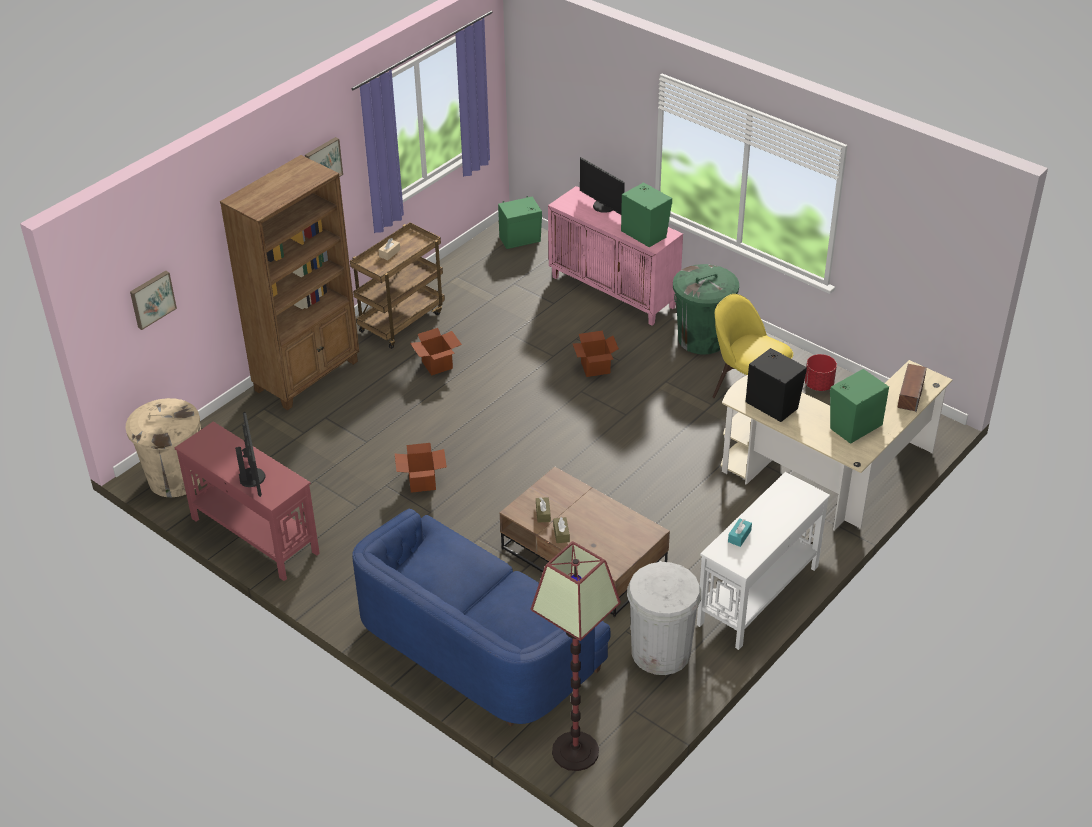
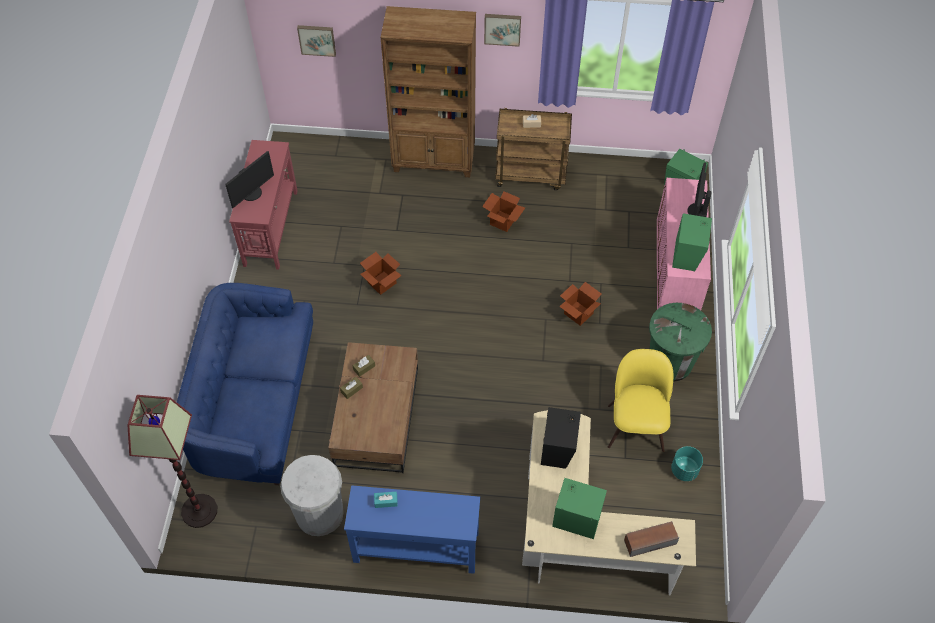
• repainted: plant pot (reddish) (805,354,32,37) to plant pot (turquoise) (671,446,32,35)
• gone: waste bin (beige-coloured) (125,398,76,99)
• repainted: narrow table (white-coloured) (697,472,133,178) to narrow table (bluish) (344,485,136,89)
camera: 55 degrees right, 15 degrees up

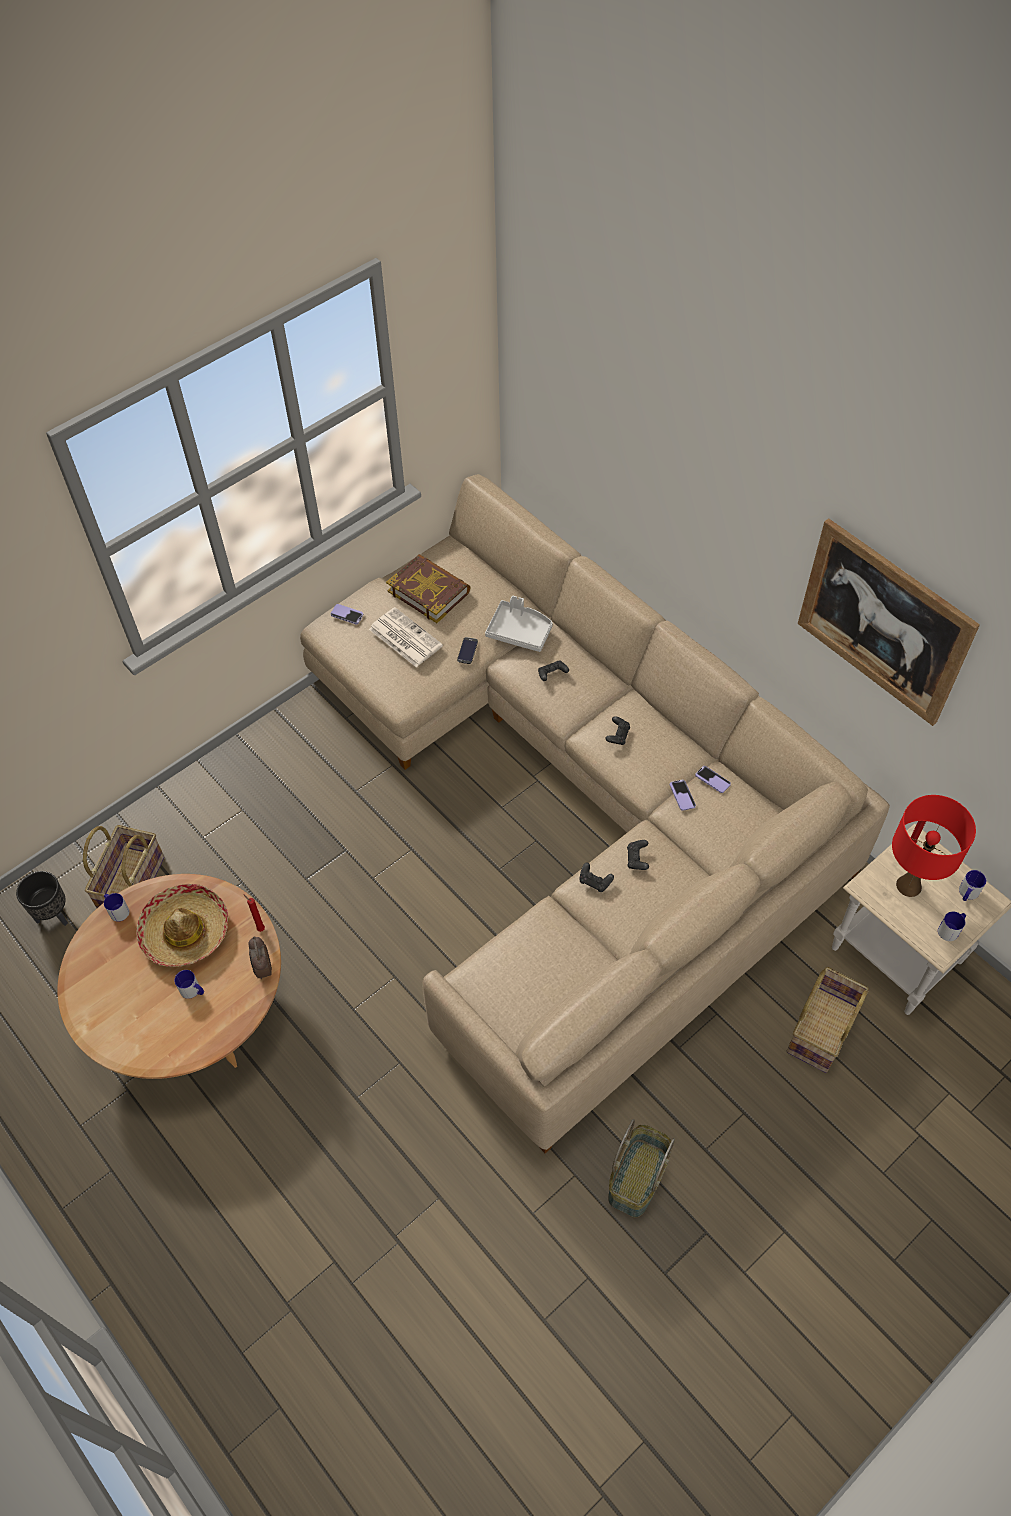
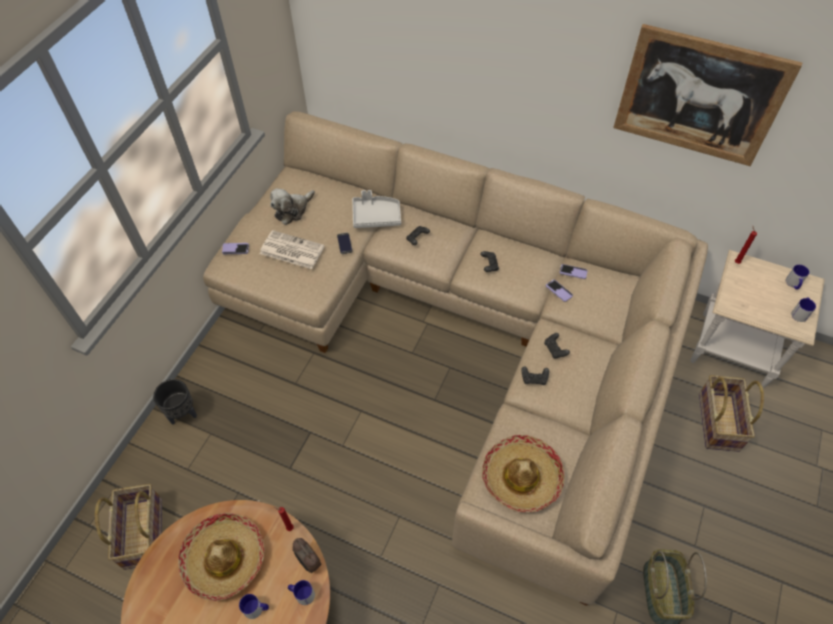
• swapped: book (386,554,85,69) to cuddly toy (270,188,45,37)
• gone: table lamp (reddish) (892,795,84,102)
• shifted: plant pot (black-coloured) (16,871,52,55) to (153,379,44,46)
• shifted: coffee mug (104,893,25,29) to (288,580,27,25)
• new: hat (482,435,83,78)
camera: 25 degrees left, 0 degrees up

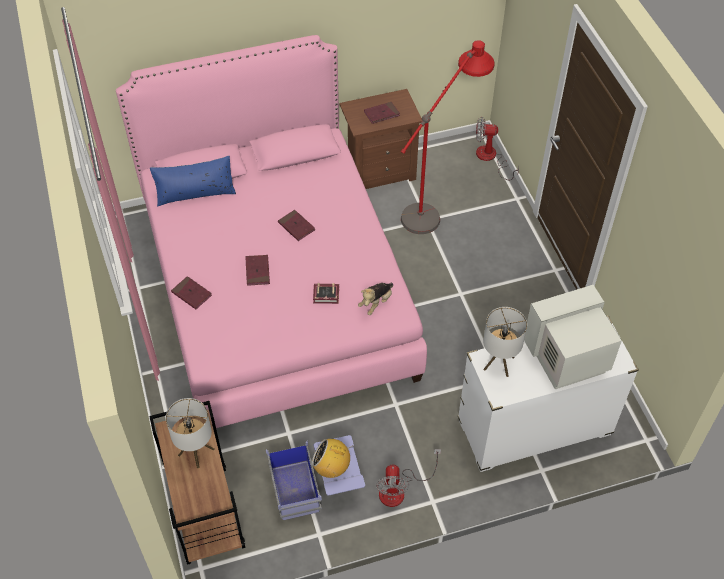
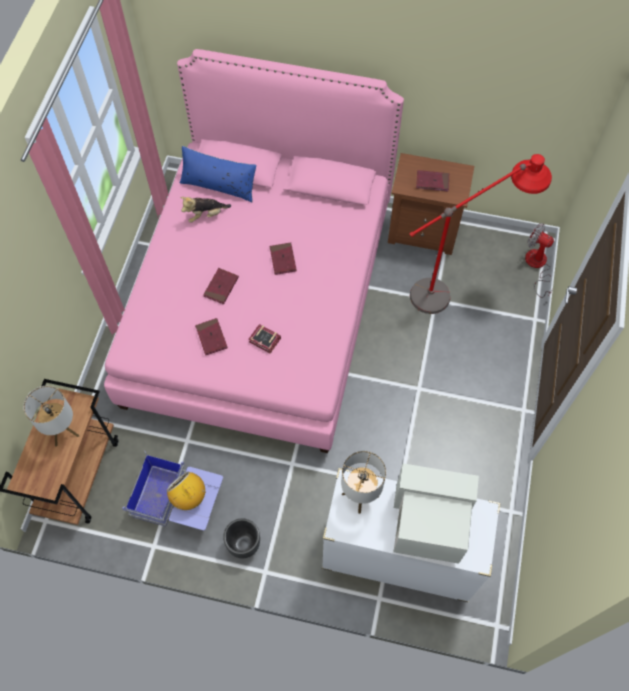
• shifted: book (reddish) (171,276,41,33) to (195,318,33,37)
• shifted: cuddly toy (358,283,35,32) to (181,197,50,26)
• swapped: cooling fan (376,449,65,58) to plant pot (black-coloured) (223,518,37,41)
camera: 30 degrees right, 10 degrees up

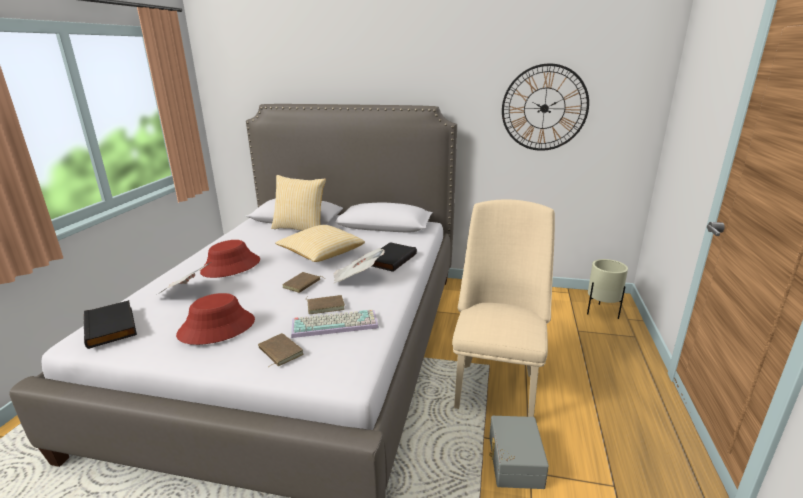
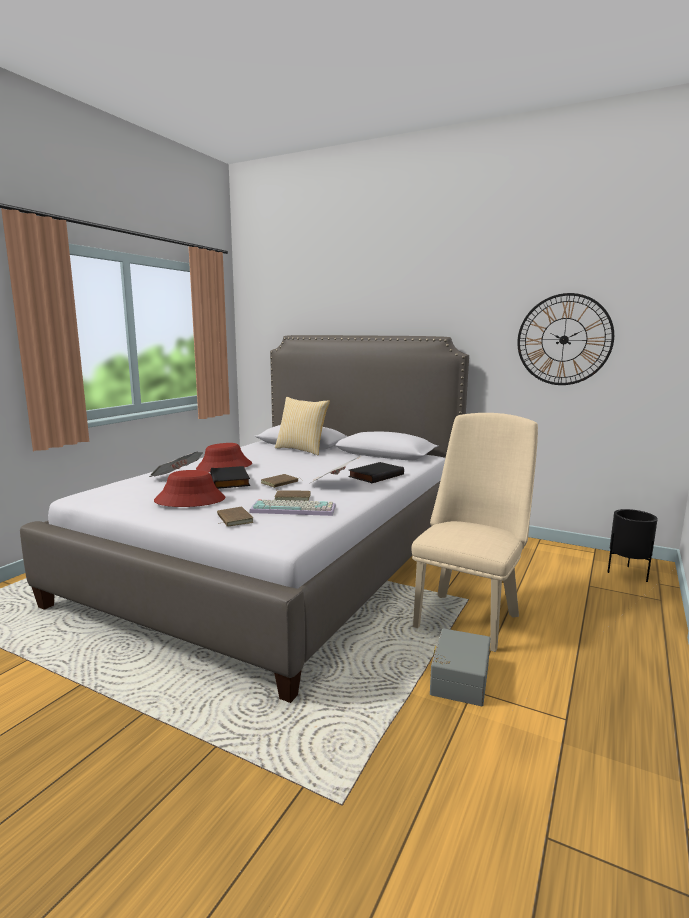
• gone: pillow (275,225,90,37)
• repainted: plant pot (beige-coloured) (587,259,41,60) to plant pot (black-coloured) (607,509,51,73)
• shifted: book (black-coloured) (84,300,53,49) to (210,466,40,23)
camera: 15 degrees right, 10 degrees down

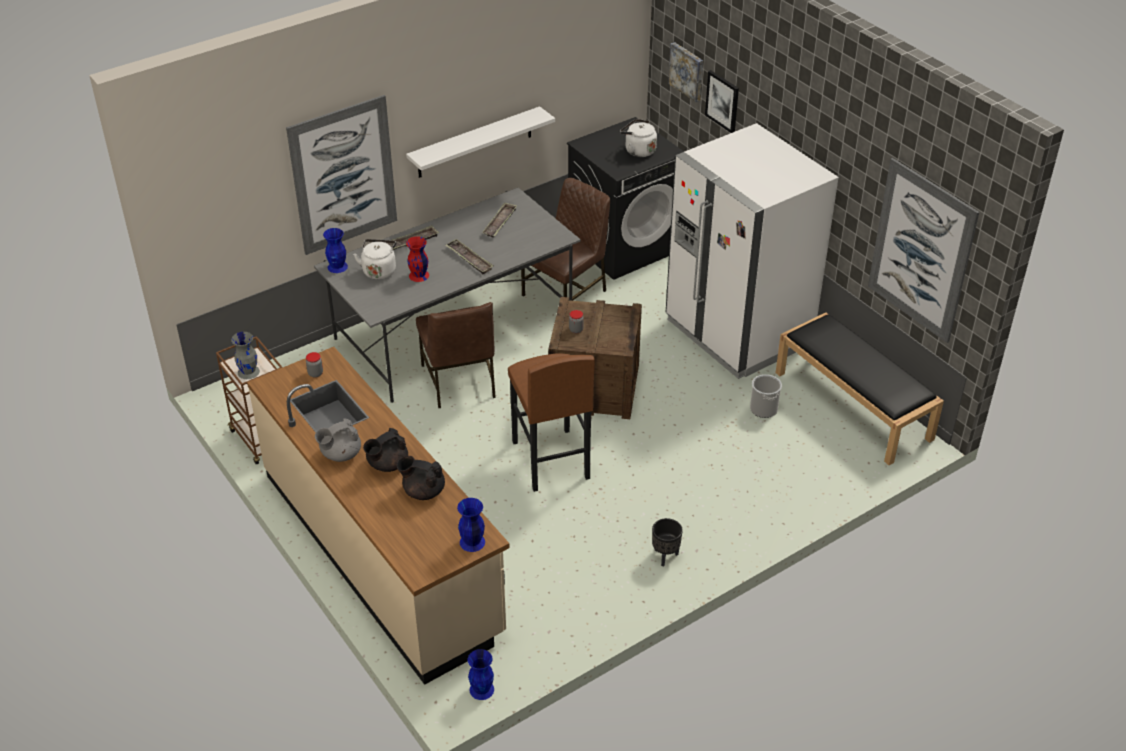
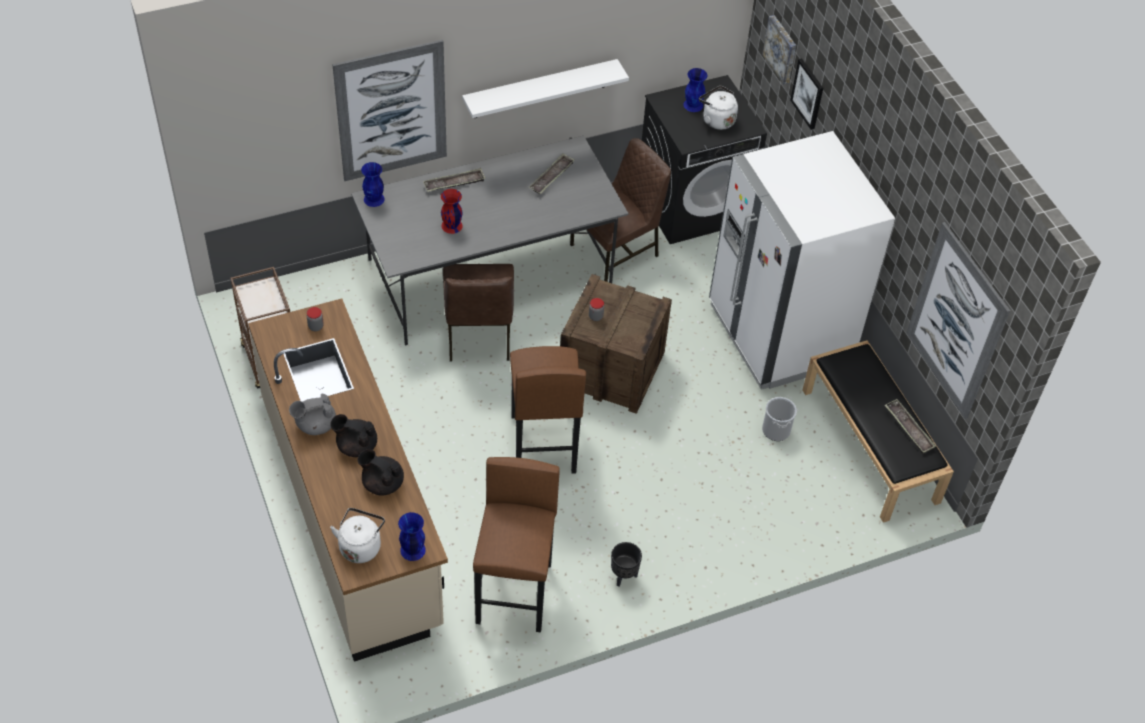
• shifted: water kettle (white-coloured) (354,239,42,41) to (330,508,55,55)
• shifted: serving tray (445,239,49,35) to (884,399,52,55)
• gone: flower vase (greyish) (231,332,29,47)
• rotated: tea pot (black-coloured) (363,428,45,44) = (330,414,47,43) 45 degrees clockwise
• shifted: flower vase (bluish) (468,649,26,51) to (683,68,25,44)
• new: sitting stool (brown-coloured) (473,457,87,175)
camera: 10 degrees right, 10 degrees up

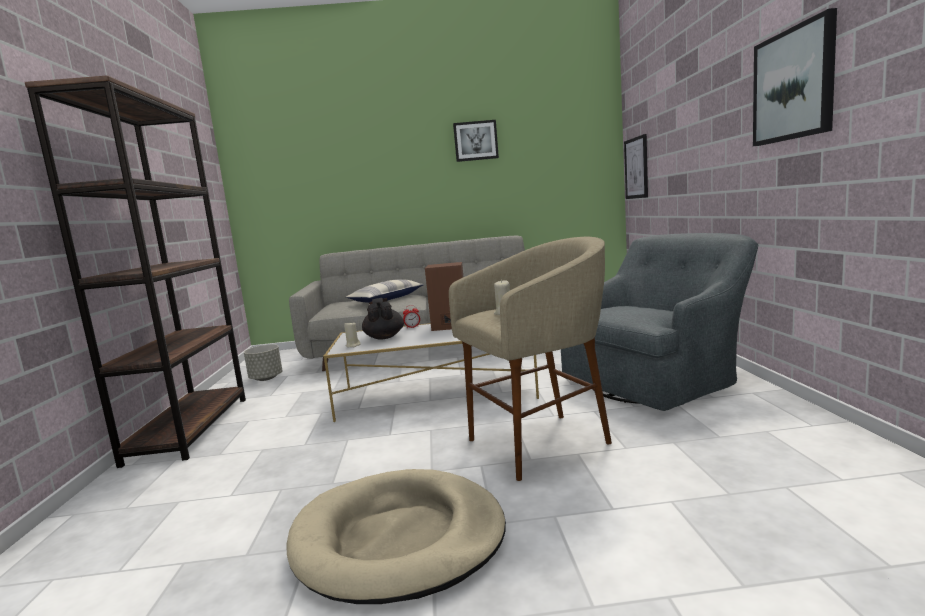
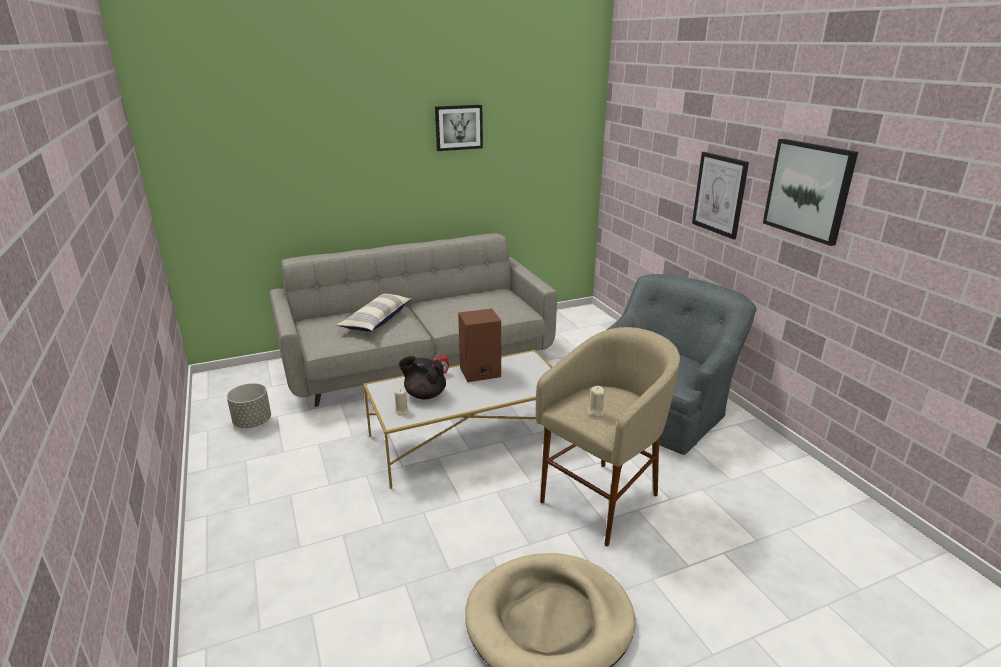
• gone: bookcase (brown-coloured) (25,75,221,393)
• shifted: wall picture (624,134,24,65) to (692,152,57,88)
• rotated: tea pot (black-coloured) (362,298,42,42) = (399,356,47,44) 45 degrees counterclockwise
camera: 20 degrees left, 15 degrees up

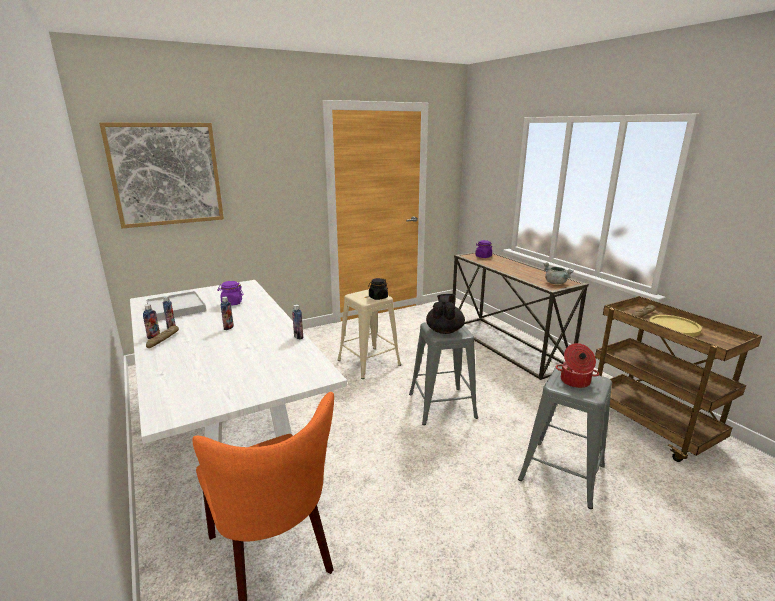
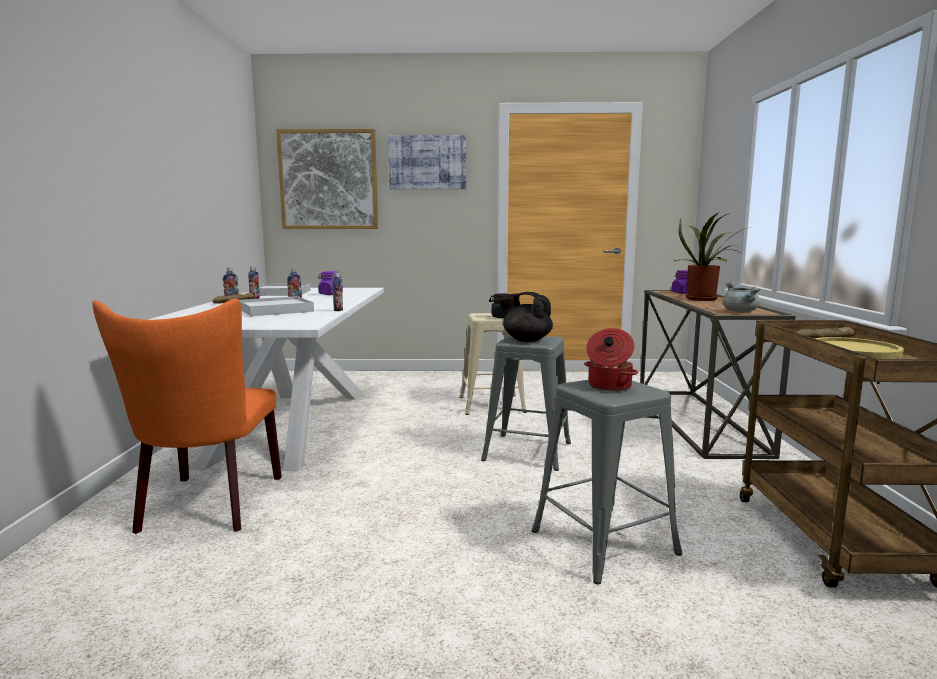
• rotated: tea pot (black-coloured) (426,294,39,40) = (499,292,54,50) 105 degrees counterclockwise
• new: wall picture (388,135,78,54)
• new: potted plant (674,212,78,89)
• new: serving tray (white-coloured) (239,296,75,20)
camera: 30 degrees right, 10 degrees down

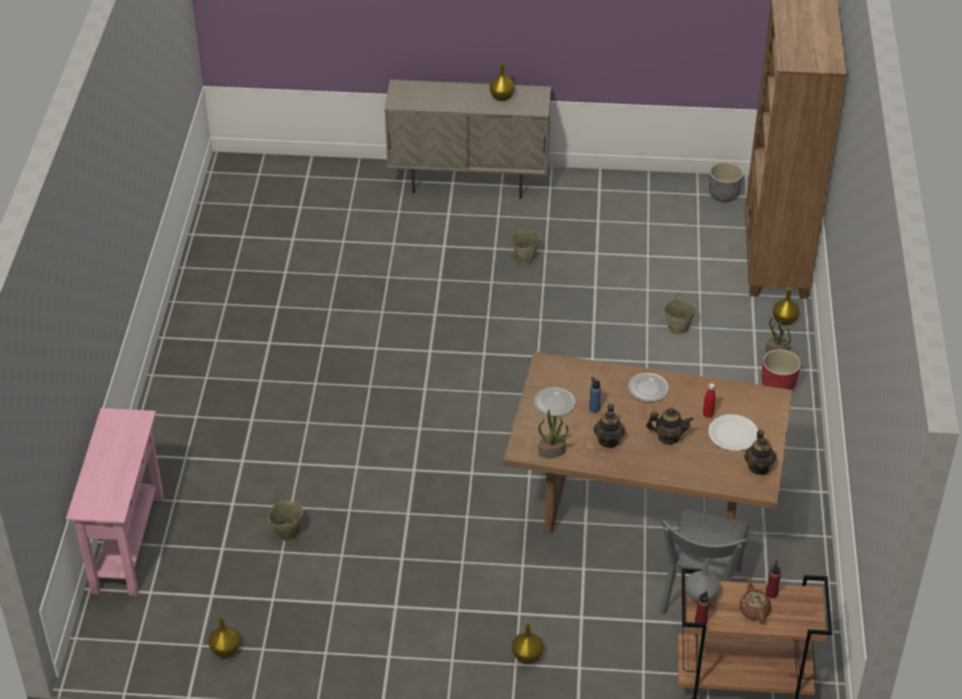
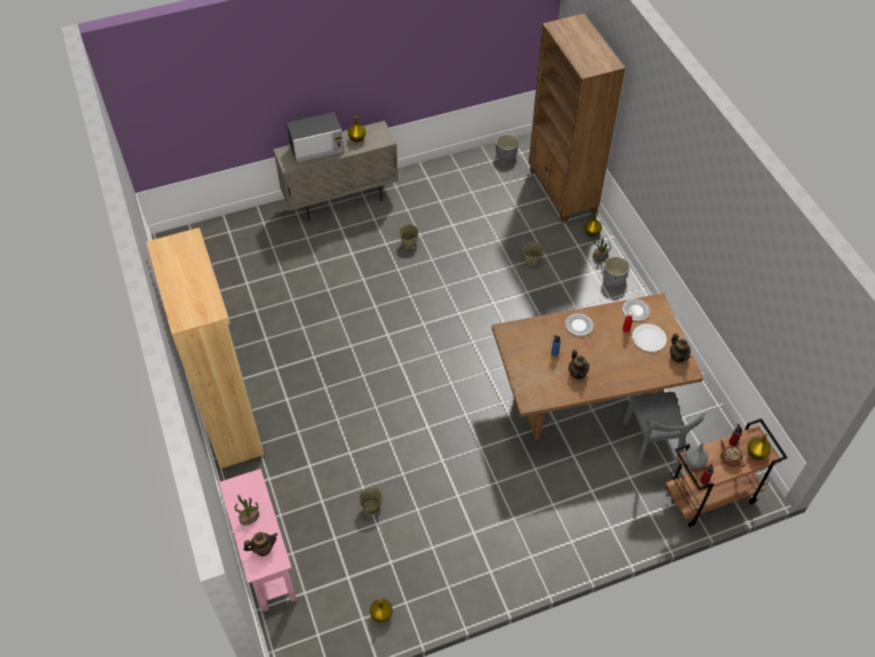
• repainted: plant pot (reddish) (762,349,39,41) to plant pot (greyish) (603,256,27,31)
• shifted: dinner plate (534,387,41,29) to (622,299,29,22)
• shifted: tea pot (646,408,48,36) to (243,532,35,24)
• shifted: potted plant (538,410,30,48) to (235,495,24,31)
• shifted: flower vase (yellow) (512,623,31,41) to (747,433,24,27)
• new: microwave (286,112,58,51)
• new: bookcase (brown-coloured) (146,228,118,241)
camera: 25 degrees left, 10 degrees up

